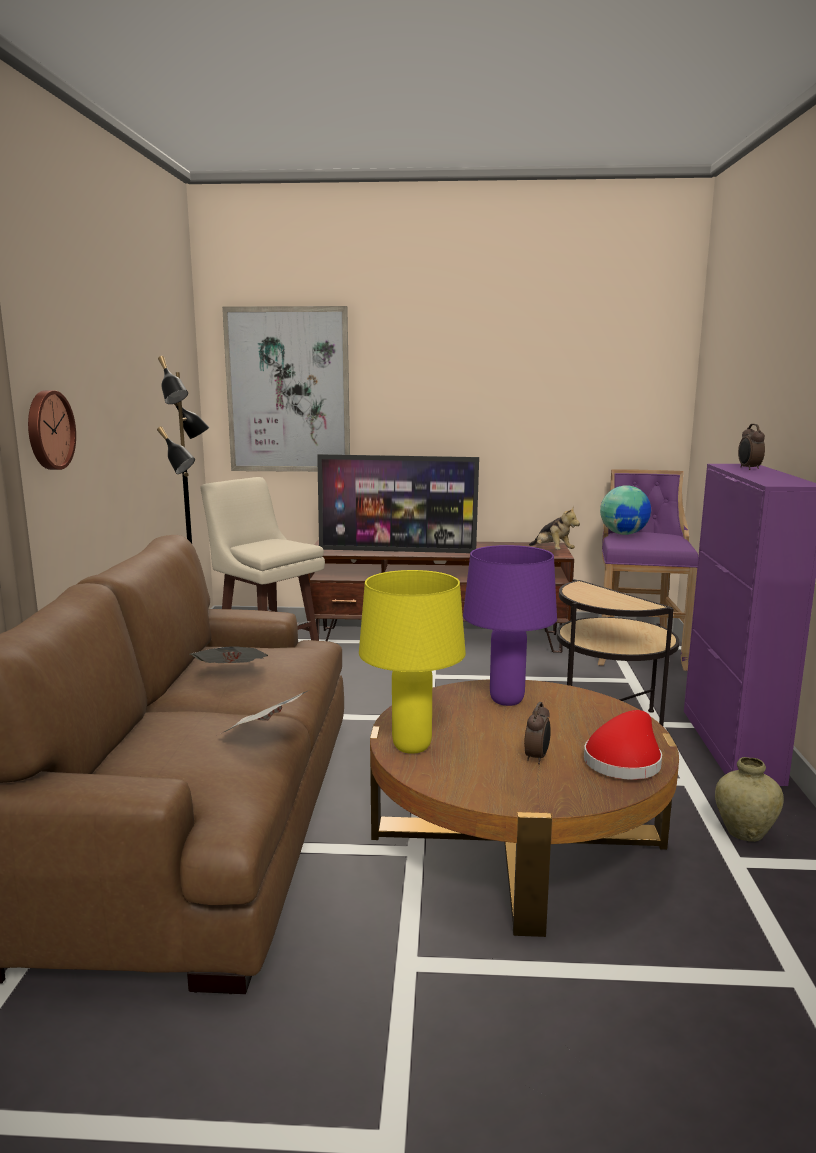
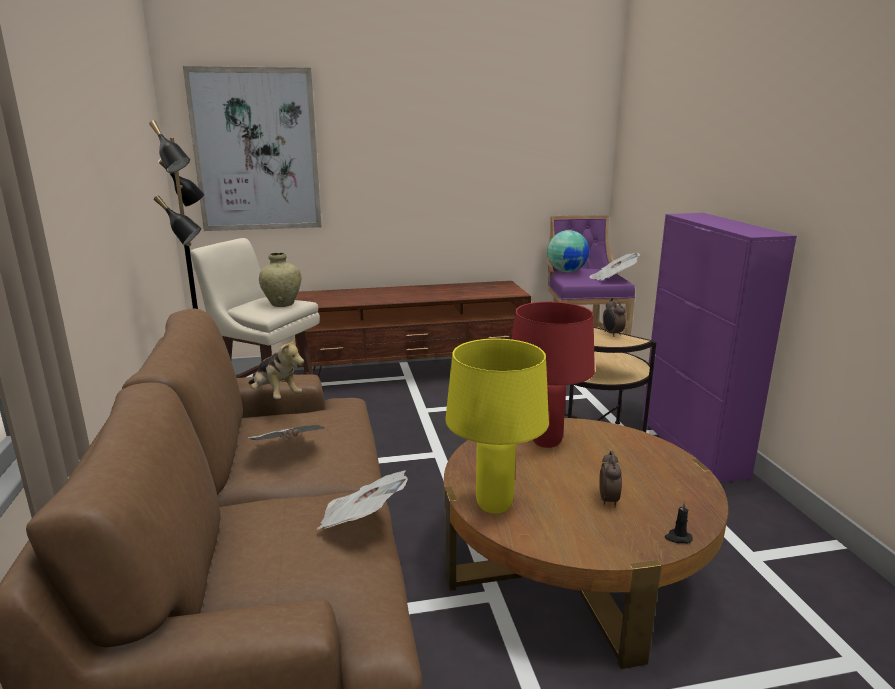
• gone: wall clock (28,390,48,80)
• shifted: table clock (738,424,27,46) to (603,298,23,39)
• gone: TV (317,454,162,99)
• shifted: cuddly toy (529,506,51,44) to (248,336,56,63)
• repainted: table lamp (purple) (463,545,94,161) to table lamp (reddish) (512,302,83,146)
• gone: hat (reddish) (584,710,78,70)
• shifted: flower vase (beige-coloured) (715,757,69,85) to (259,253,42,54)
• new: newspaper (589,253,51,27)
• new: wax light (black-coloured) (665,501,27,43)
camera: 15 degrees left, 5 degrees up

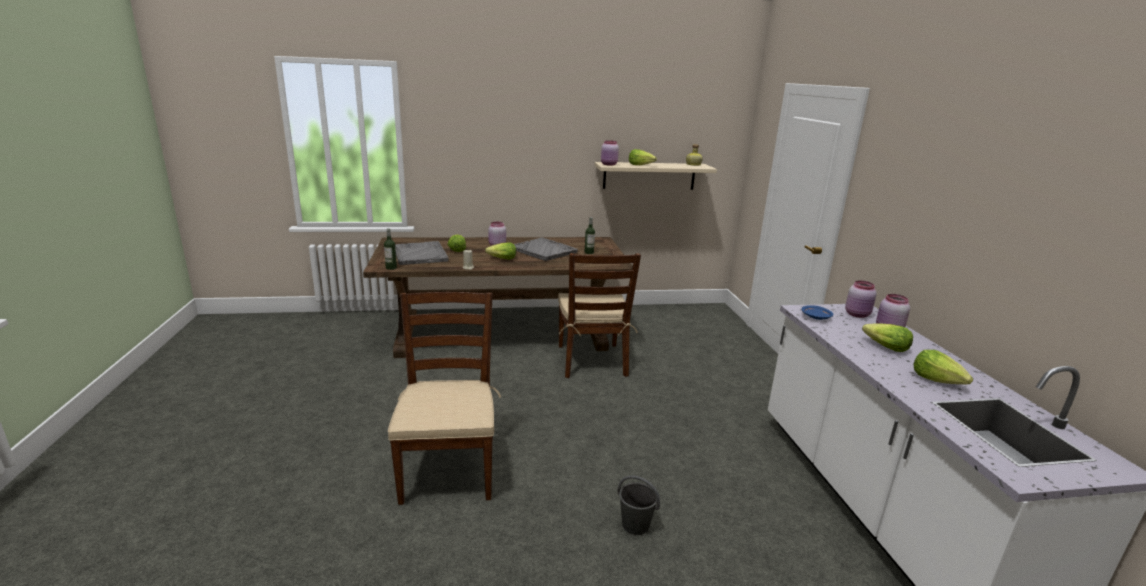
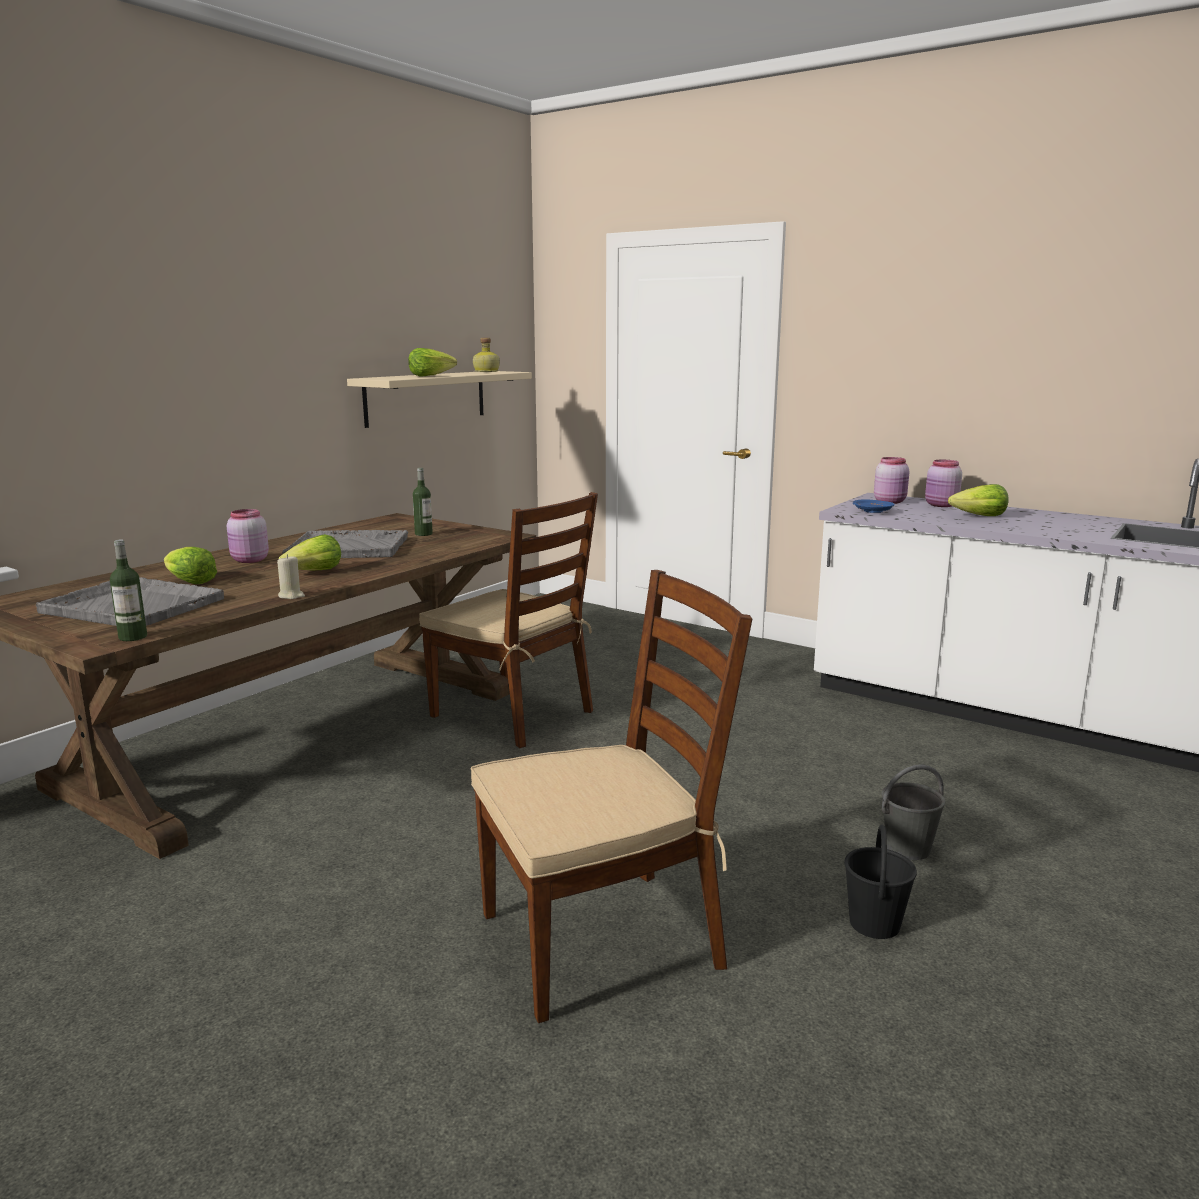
• gone: preserve jar (pinkish) (601,140,18,26)
• rotated: upright chair (brown-coloured) (388,292,113,213) = (470,570,282,453) 120 degrees clockwise
• gone: lettuce (914,350,59,34)
• new: pail (black-coloured) (844,825,73,114)
camera: 45 degrees left, 5 degrees down

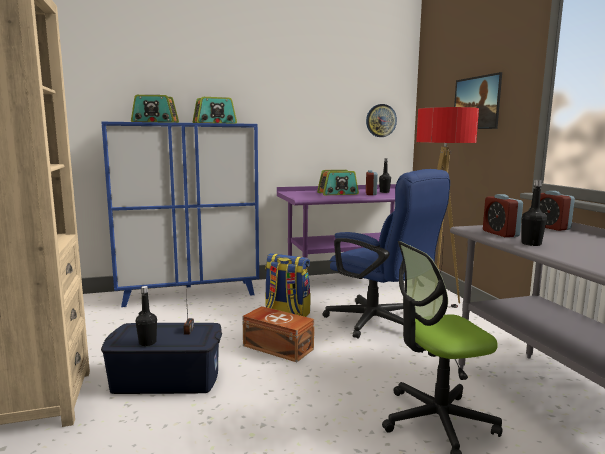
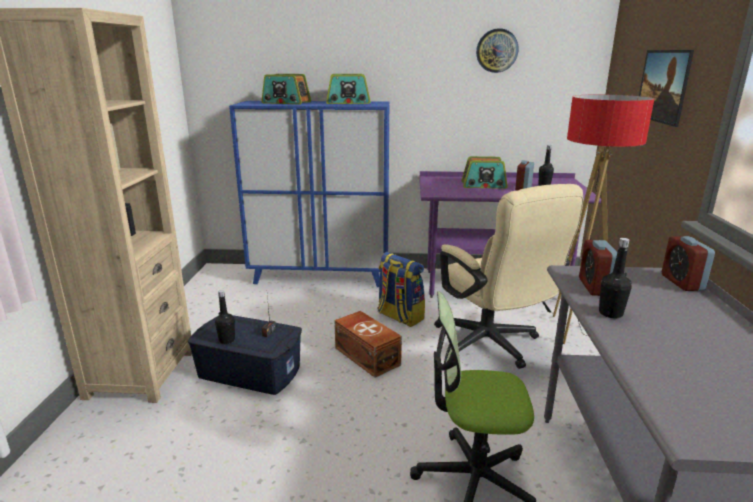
• shifted: wall clock (366,104,31,33) to (476,28,42,45)
• repainted: office chair (bluish) (323,169,127,170) to office chair (beige-coloured) (434,184,150,185)
camera: 20 degrees right, 10 degrees up

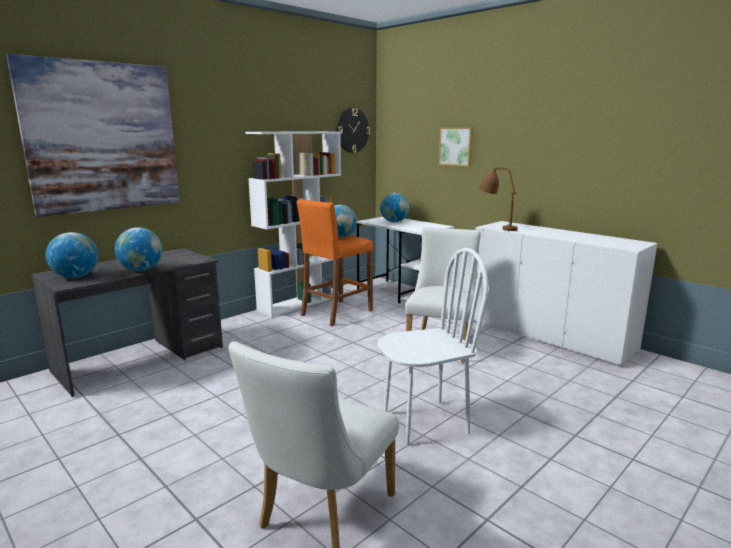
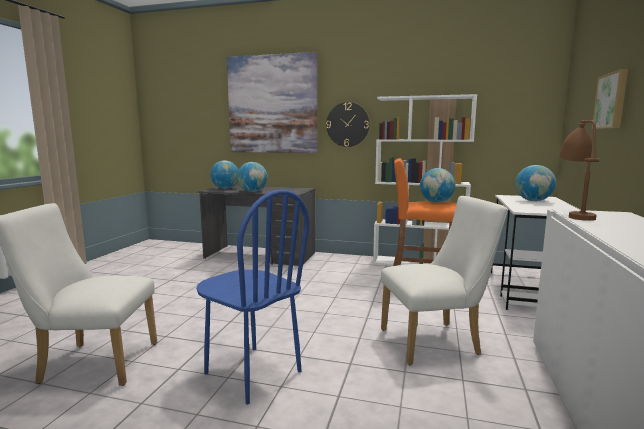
• shifted: wall clock (336,108,34,45) to (326,102,44,45)
• repainted: upright chair (white-coloured) (377,248,111,198) to upright chair (bluish) (196,190,113,214)
camera: 60 degrees right, 5 degrees down

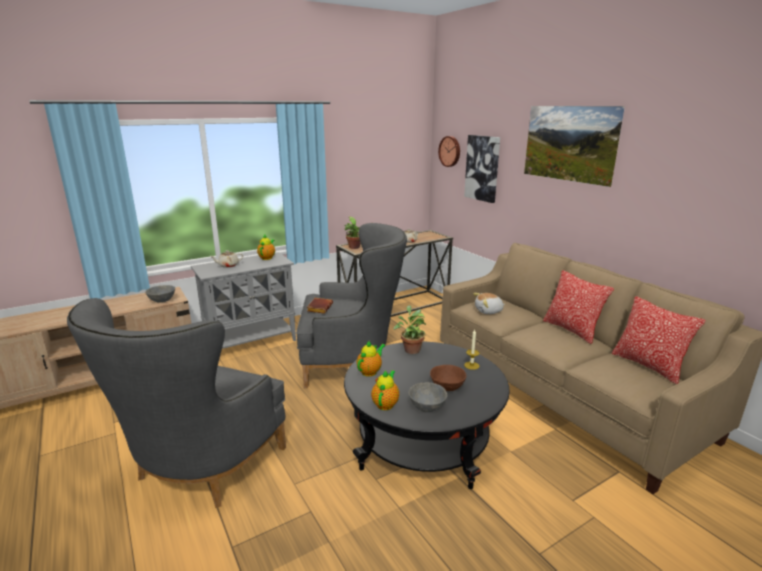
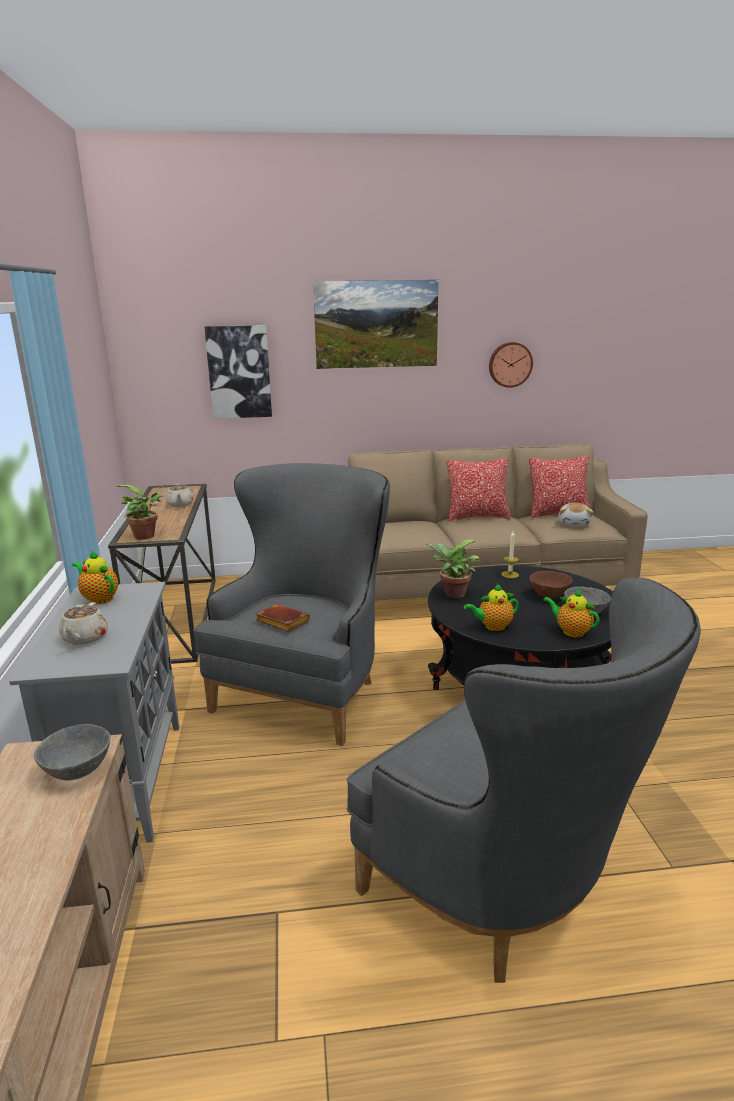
• shifted: wall clock (438,136,22,31) to (489,342,44,46)
• shifted: cuddly toy (473,293,32,21) to (558,503,35,24)
• rotated: tea pot (356,341,30,36) = (464,584,55,47) 75 degrees counterclockwise
camera: 65 degrees left, 0 degrees up

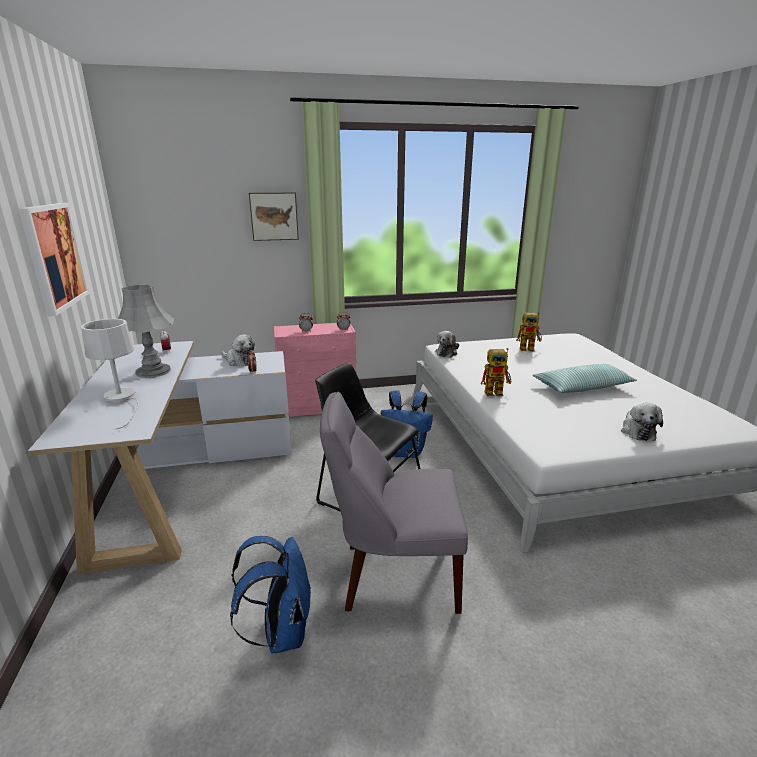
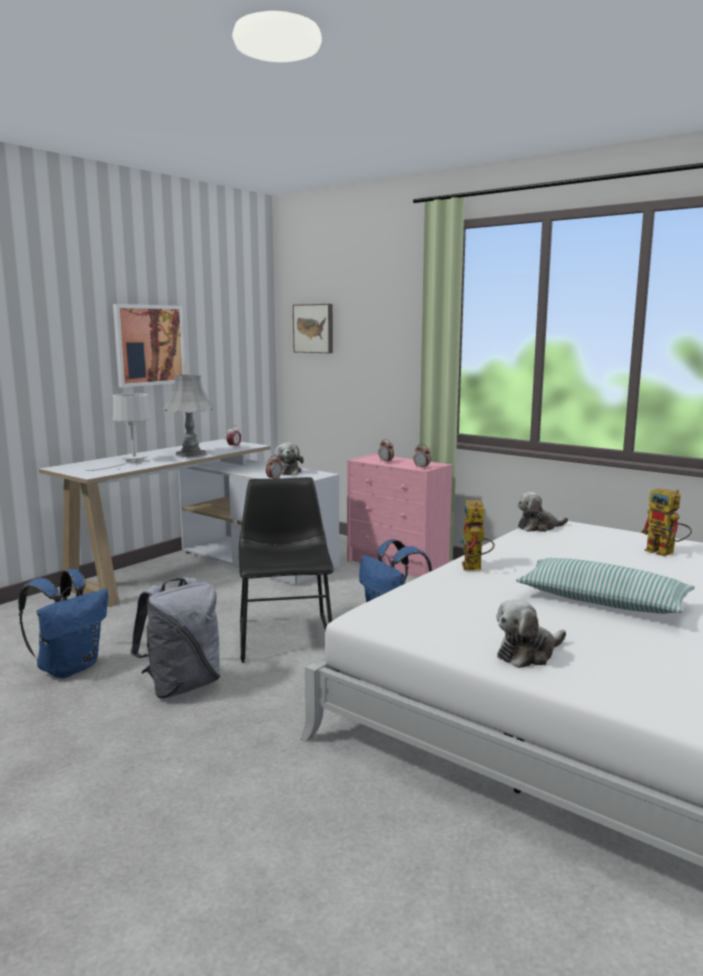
• shifted: wall picture (249,192,50,49) to (293,304,40,49)
• rotated: robot figure (481,348,30,48) = (460,500,35,71) 45 degrees clockwise
• swapped: upright chair (greyish) (320,392,148,222) to knapsack (greyish) (130,577,90,122)
camera: 50 degrees right, 10 degrees down

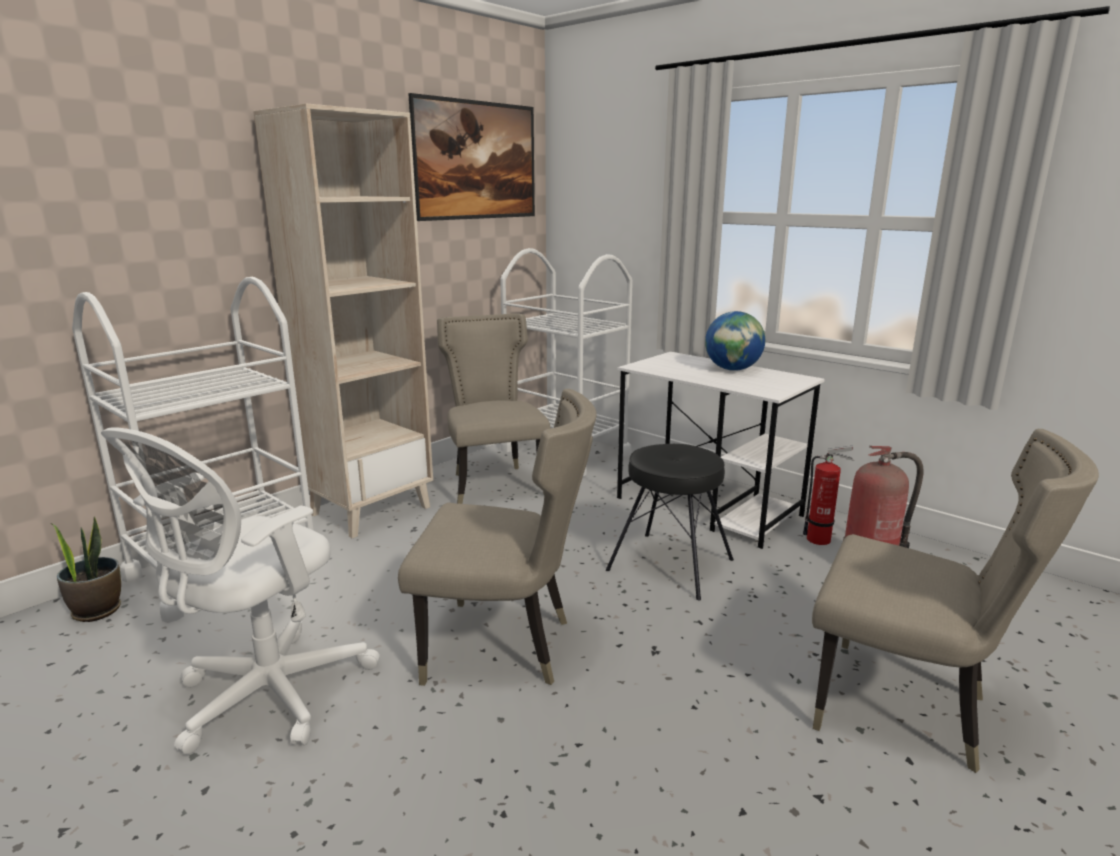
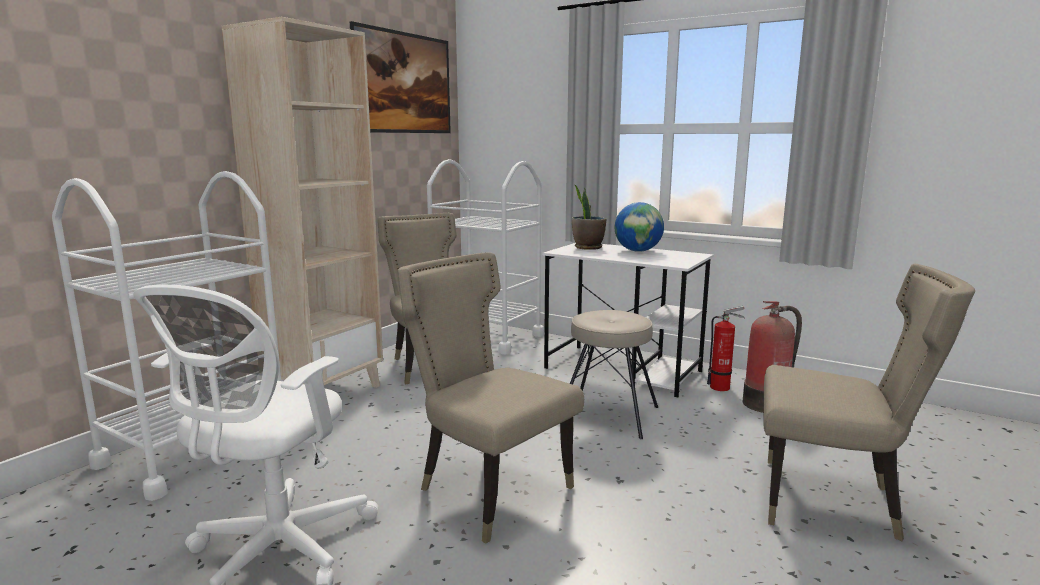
• rotated: upright chair (beige-coloured) (398,389,199,297) = (398,252,186,292) 135 degrees counterclockwise
• repainted: sitting stool (black-coloured) (606,444,128,156) to sitting stool (beige-coloured) (570,310,88,129)
• shifted: potted plant (51,516,70,106) to (572,185,34,65)
camera: 10 degrees left, 5 degrees down

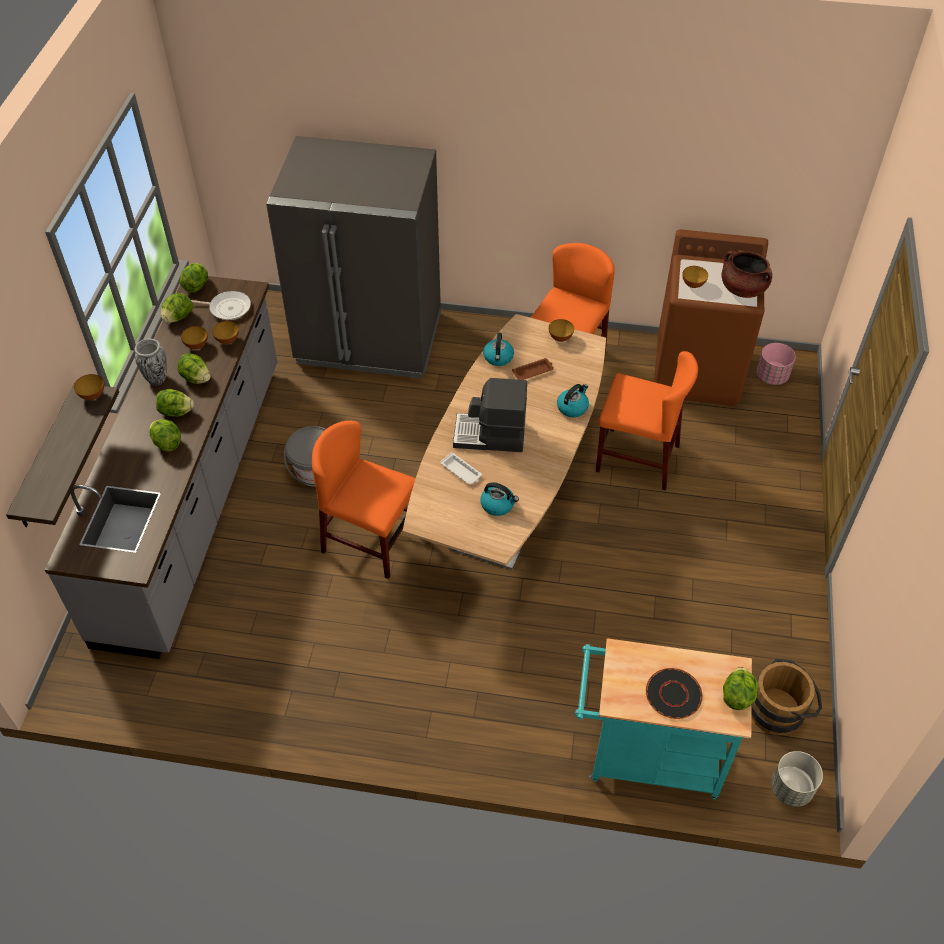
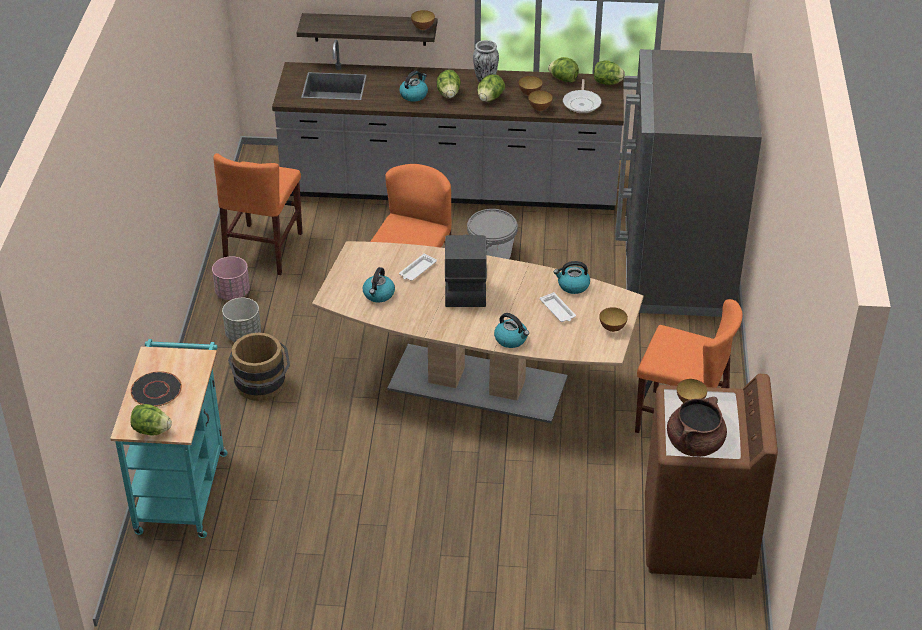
• shifted: plant pot (pinkish) (757,343,39,42) to (212,256,38,44)
• shifted: upright chair (orangey) (596,351,102,140) to (213,153,90,122)
• repainted: serving tray (brown-coloured) (512,358,42,22) to serving tray (white-coloured) (540,292,36,30)
• swapped: lettuce (150,419,31,32) to water kettle (399,71,29,31)
• shifted: pail (brown-coloured) (751,658,71,77) to (228,333,62,68)
• shifted: plant pot (greyish) (771,751,52,56) to (222,298,39,44)
camera: 85 degrees right, 10 degrees down

